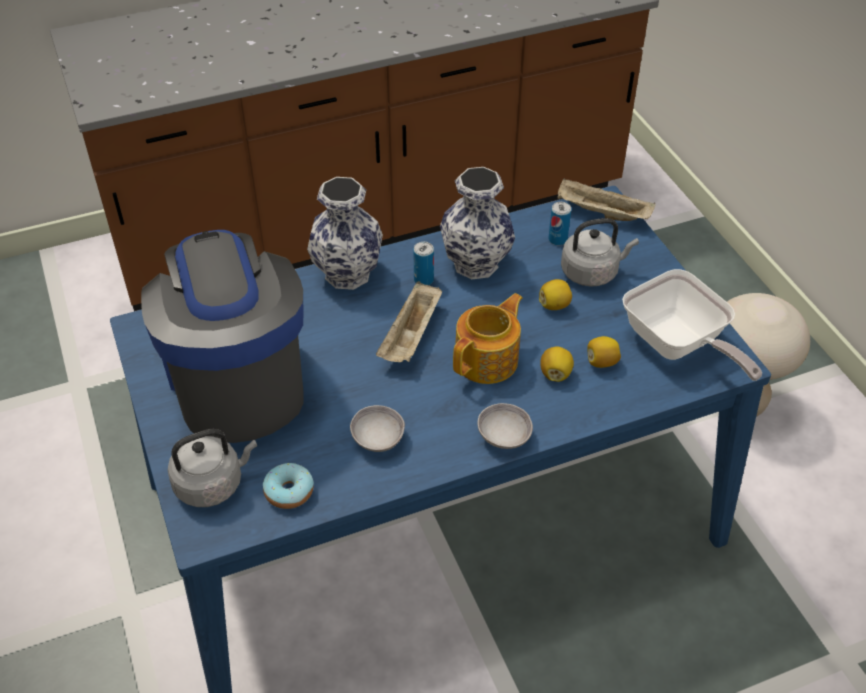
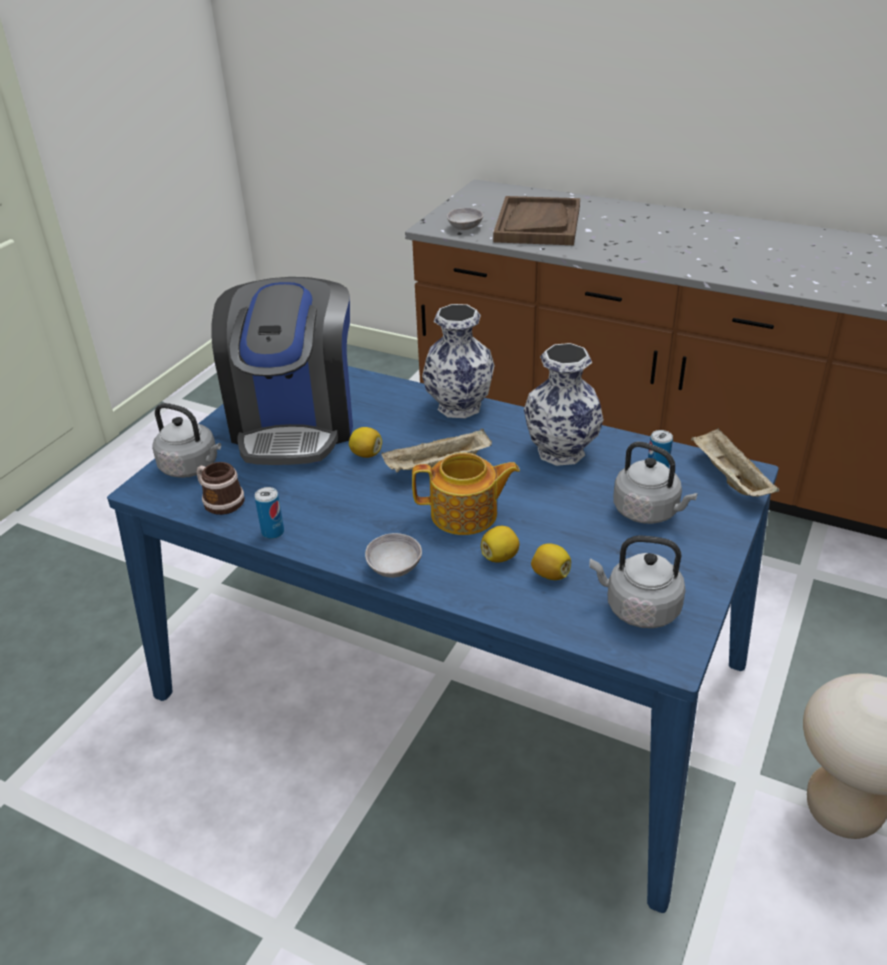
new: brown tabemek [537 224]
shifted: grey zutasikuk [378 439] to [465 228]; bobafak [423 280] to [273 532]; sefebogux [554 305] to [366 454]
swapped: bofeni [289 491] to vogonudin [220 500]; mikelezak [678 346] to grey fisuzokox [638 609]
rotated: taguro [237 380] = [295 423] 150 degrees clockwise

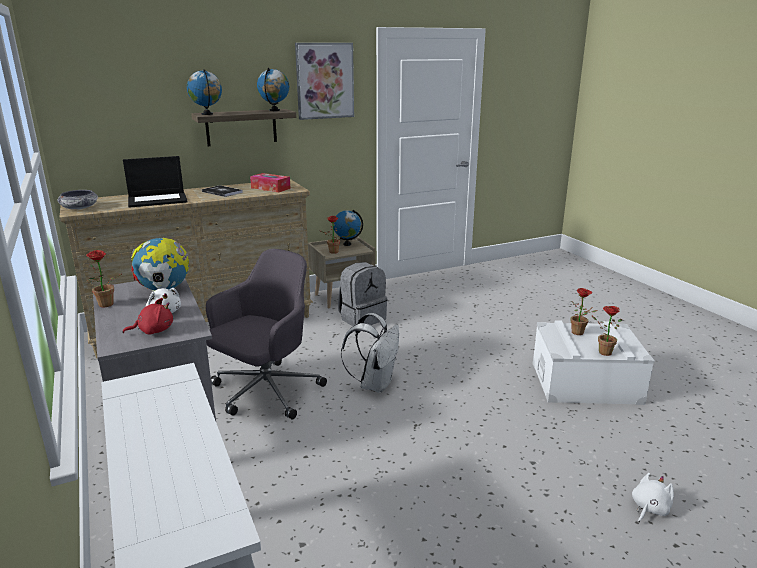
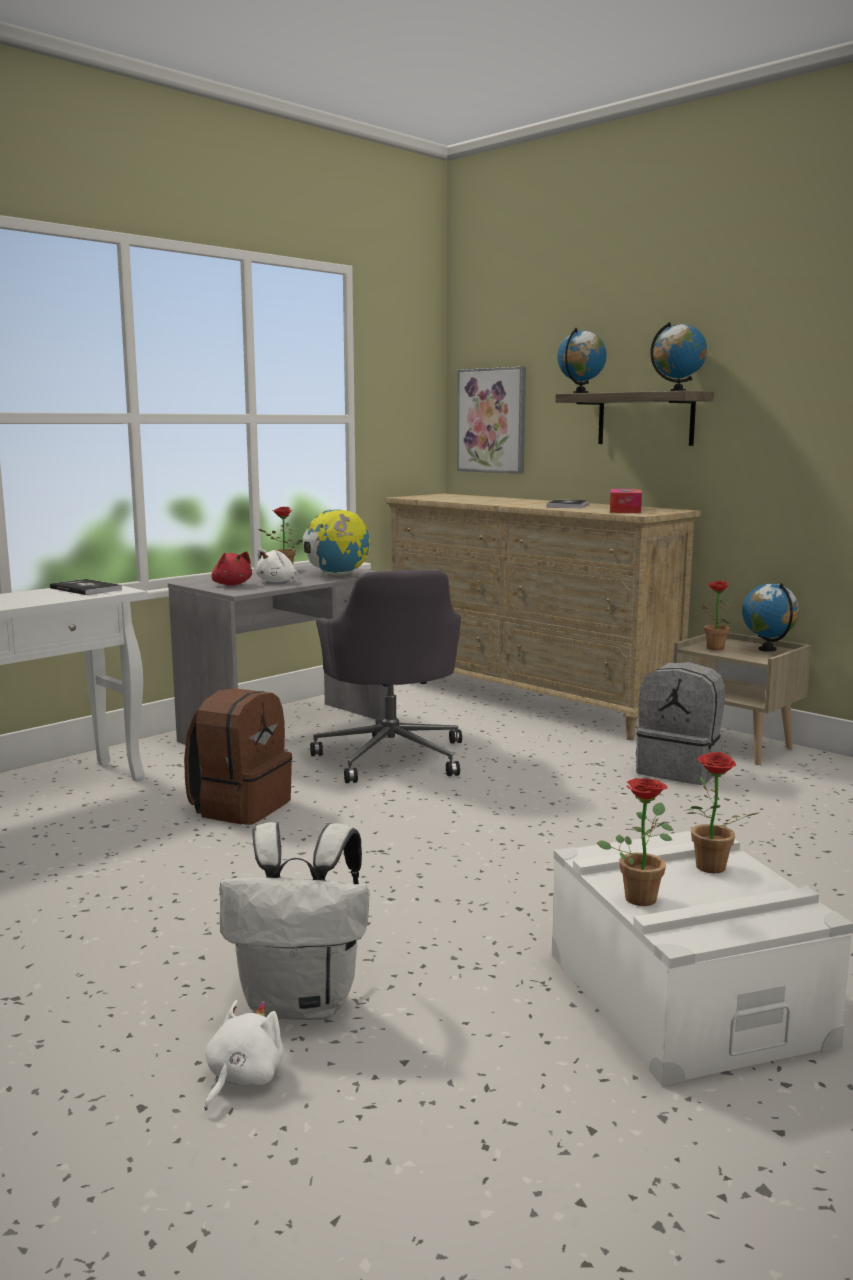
gone: zutasikuk [79 208]; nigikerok [158 200]
new: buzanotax [85 589]; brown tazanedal [240 807]
shifted: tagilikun [324 81] to [492 420]; white tazanedal [375 384] to [302 1002]
rotated: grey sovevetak [265 392] = [392 757] 60 degrees clockwise; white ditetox [649 508] = [242 1078] 90 degrees counterclockwise

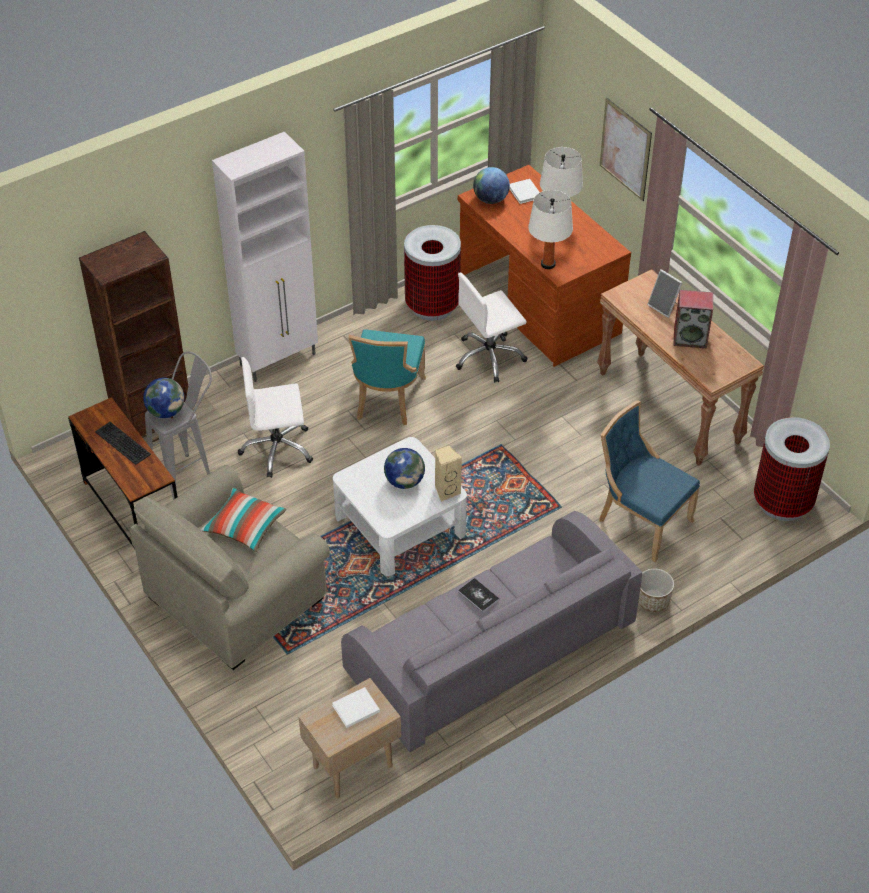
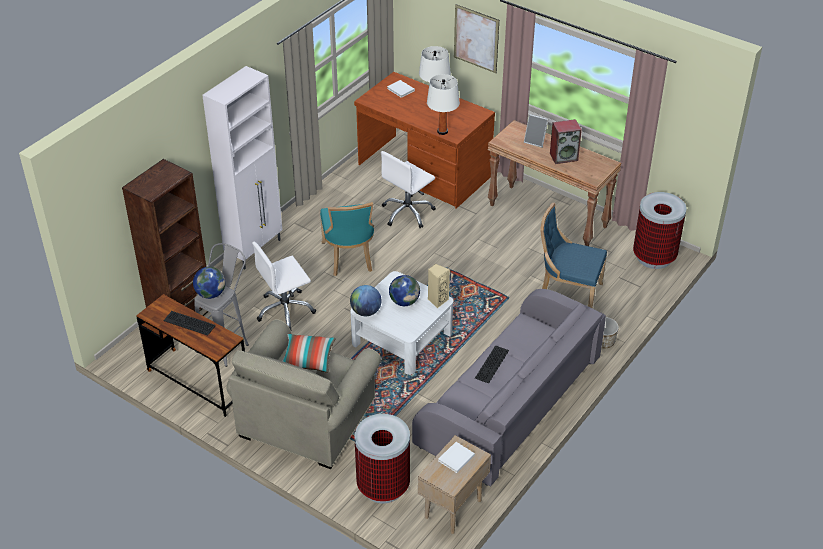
shifted: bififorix [432 305] to [383 486]; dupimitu [490 199] to [366 312]
swapped: buzanotax [478 595] to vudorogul [492 365]

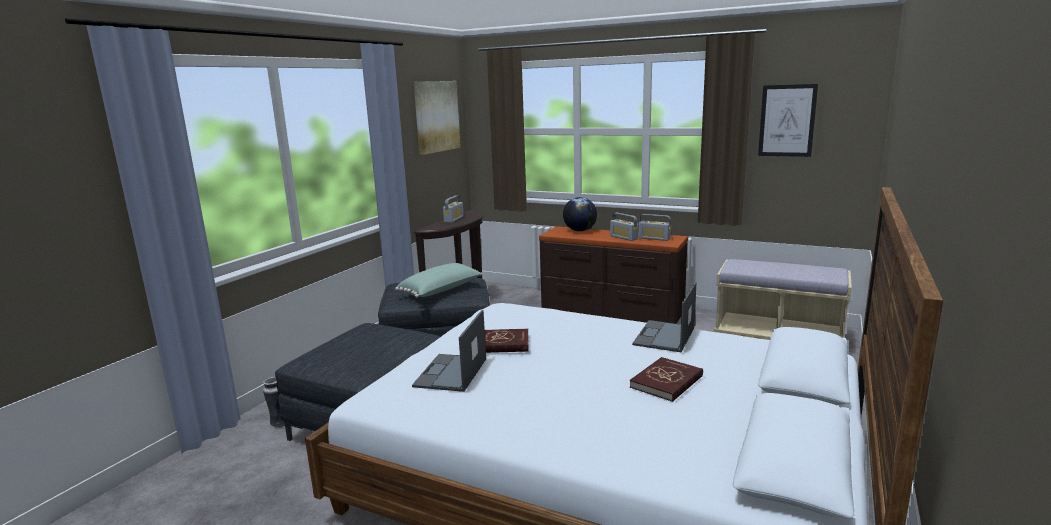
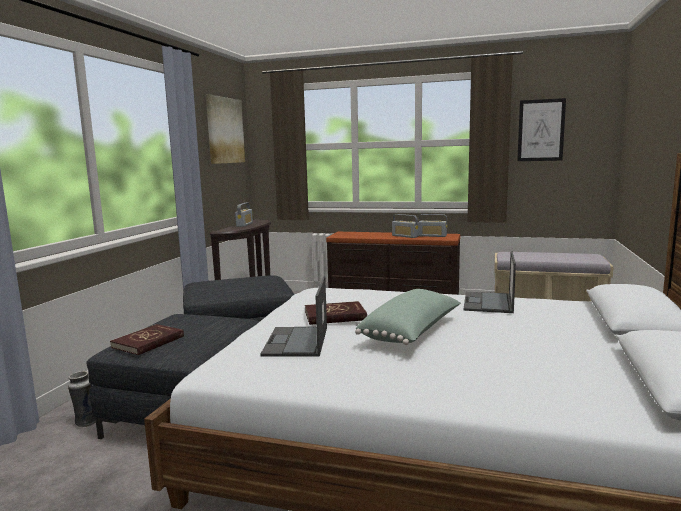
gone: dupimitu [579 230]
shifted: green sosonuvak [441 291] to [413 332]; red buzanotax [667 382] to [148 342]

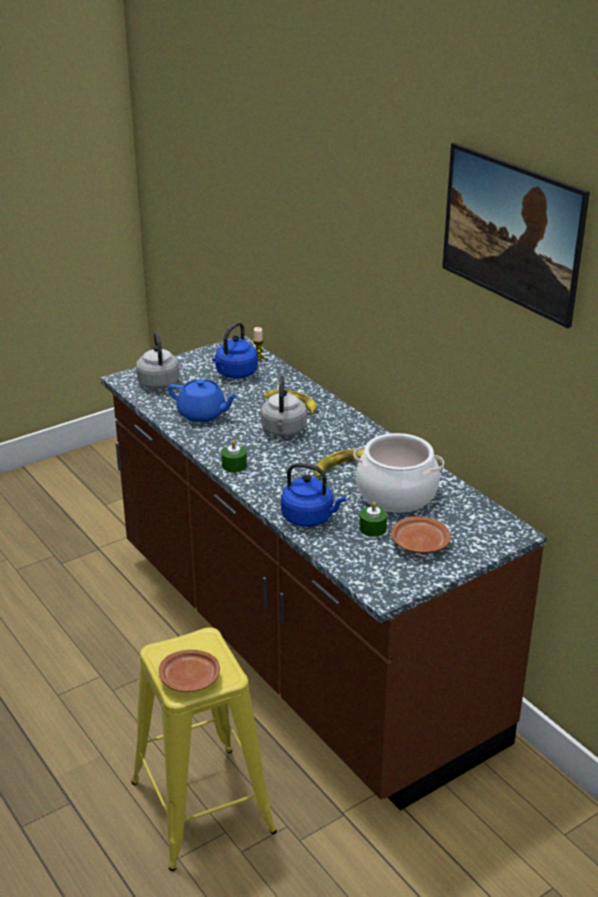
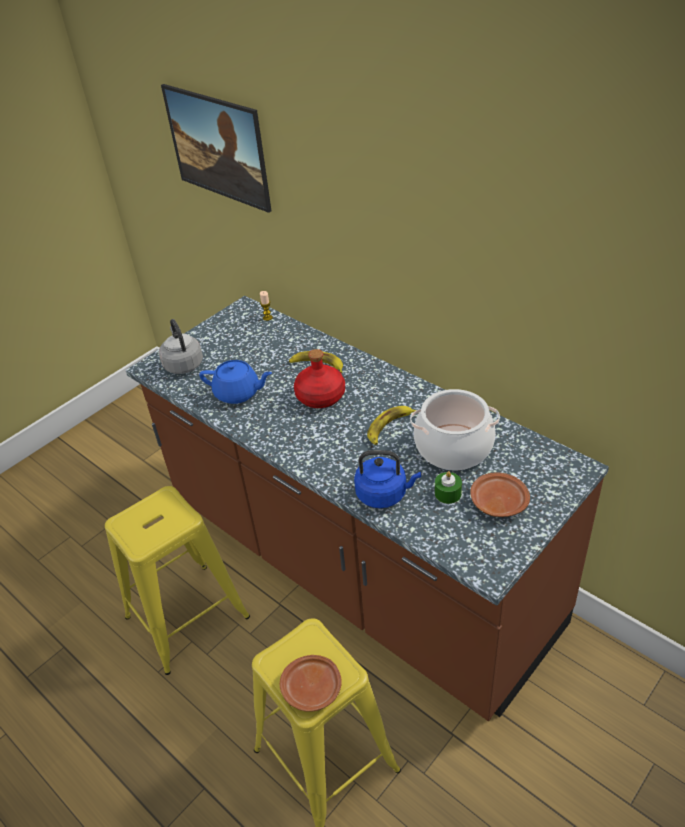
gone: blue fisuzokox [235 374]; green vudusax [234 465]
new: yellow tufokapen [187 617]
shifted: tagilikun [508 264] to [221 171]
swapped: grey fisuzokox [283 431] to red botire [321 396]

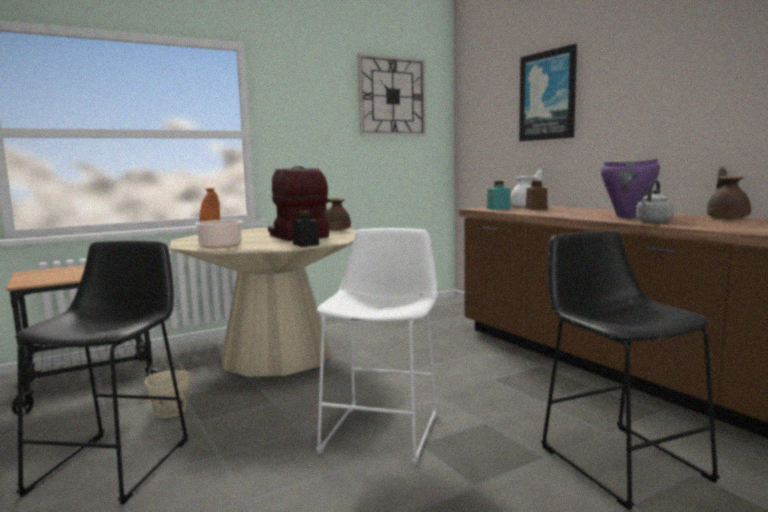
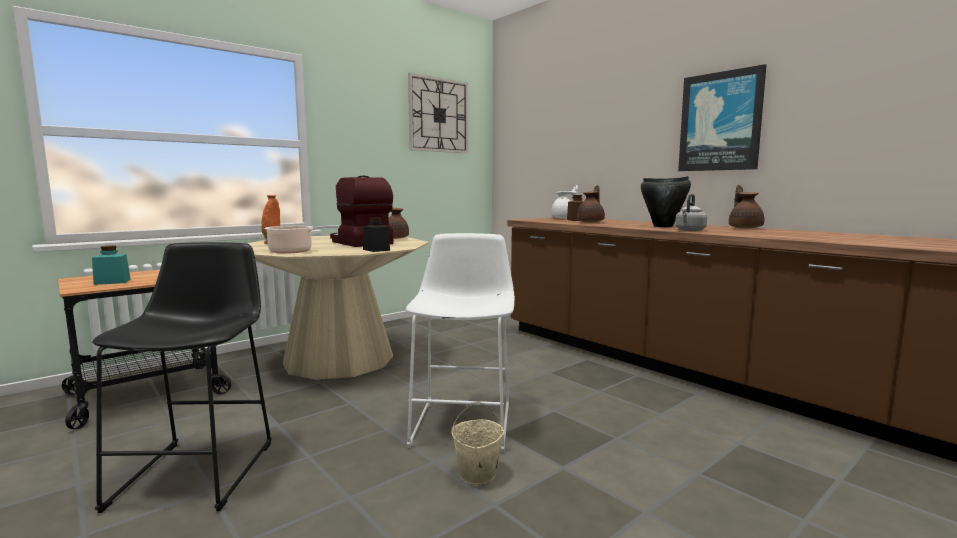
gone: black tufokapen [618 459]
new: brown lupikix [591 222]
shifted: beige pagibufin [170 412] to [477 474]; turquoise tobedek [498 208] to [112 282]; tagilikun [548 95] to [720 122]
repainted: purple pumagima [628 217] to black pumagima [663 226]

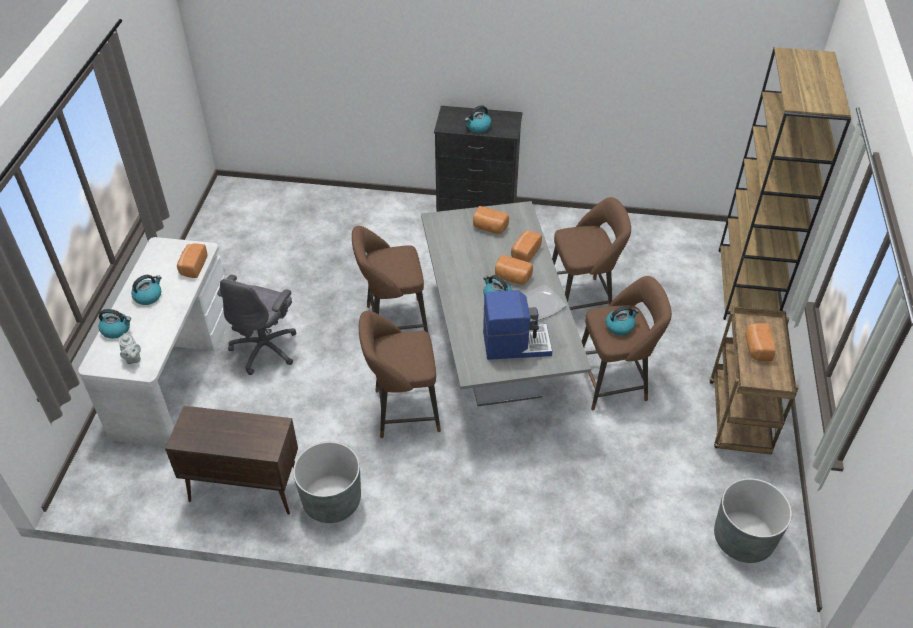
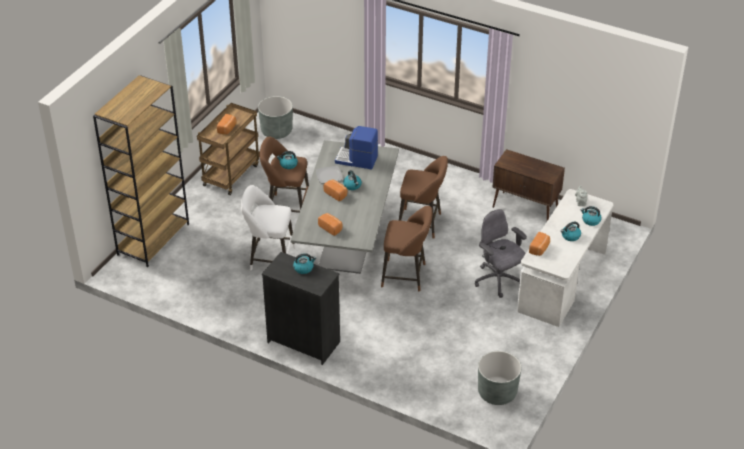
gone: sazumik [524 253]
shifted: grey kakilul [332 501] to [497 392]
repainted: brown tufokapen [582 300] to white tufokapen [269 258]
rotated: grey sovevetak [265 348] = [498 281] 75 degrees counterclockwise

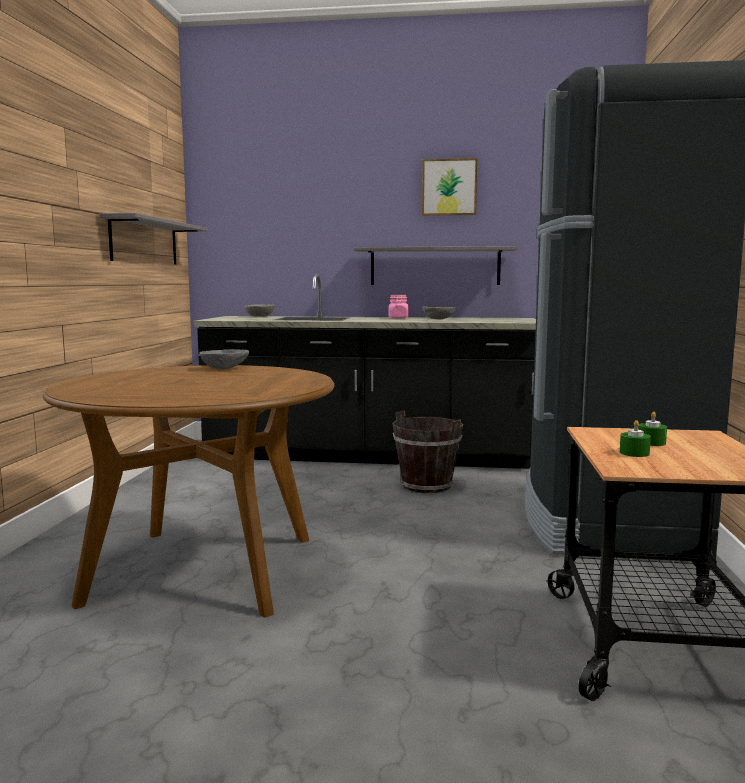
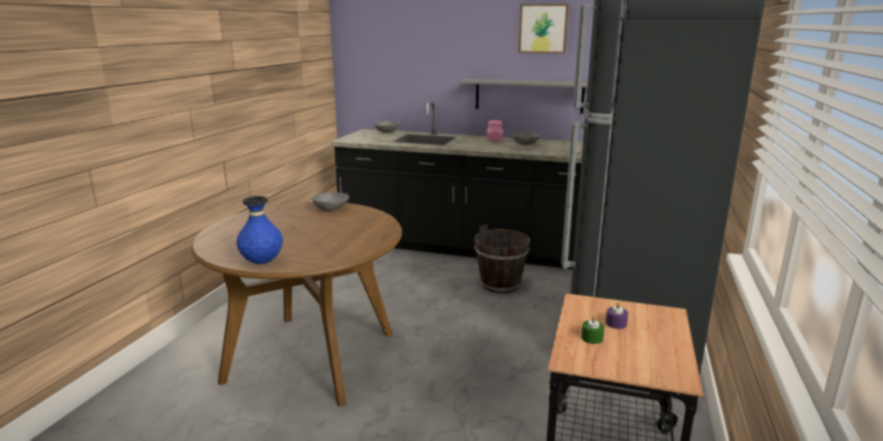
gone: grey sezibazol [145 242]
new: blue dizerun [262 262]
repainted: green vudusax [651 442] to purple vudusax [616 323]

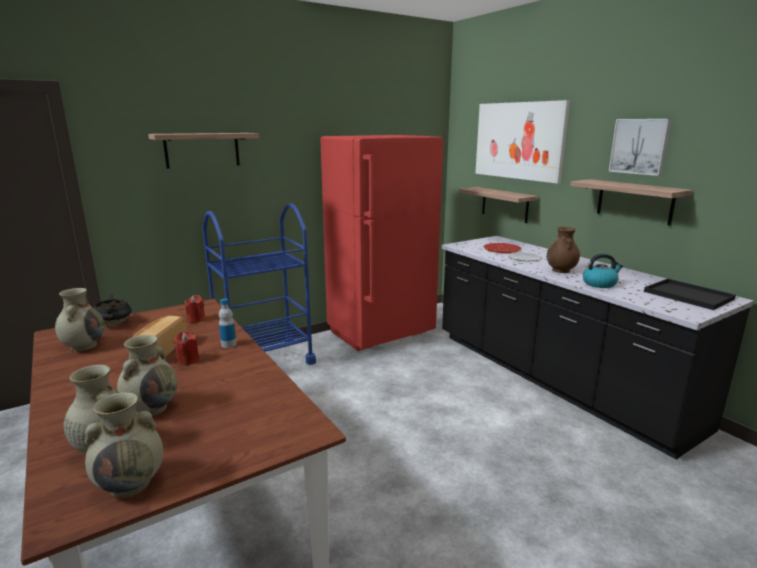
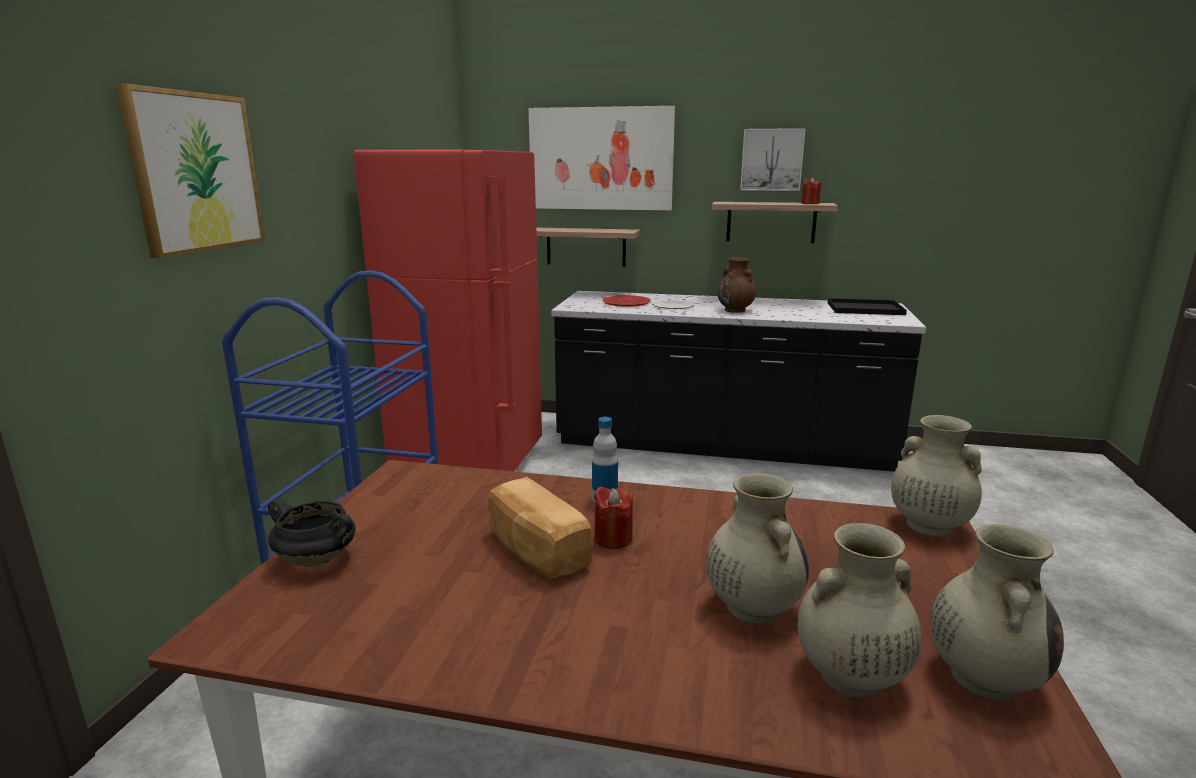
gone: fisuzokox [599 284]
shifted: beige dizerun [84 346] to [928 525]; red vudusax [196 319] to [810 203]
swapped: sezibazol [202 150] to tagilikun [196 172]

